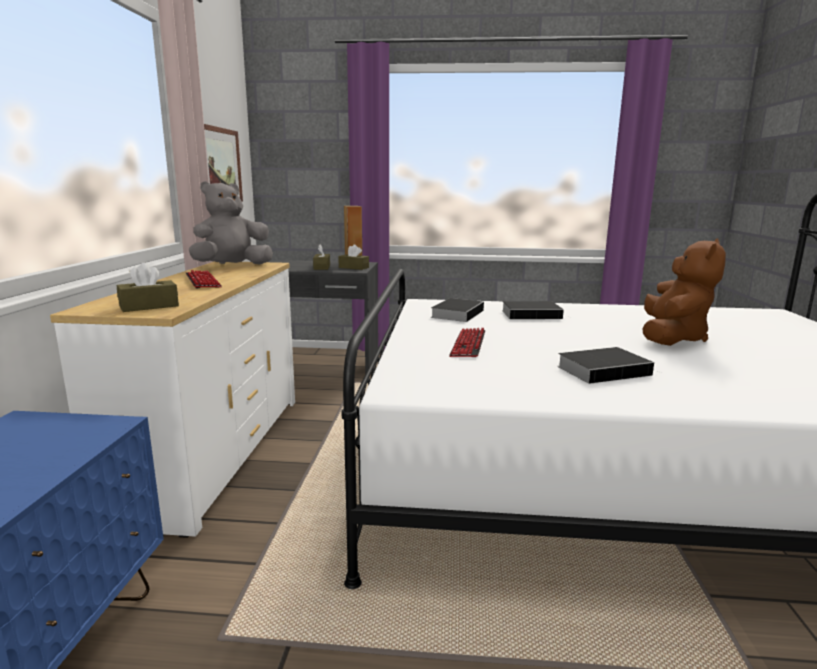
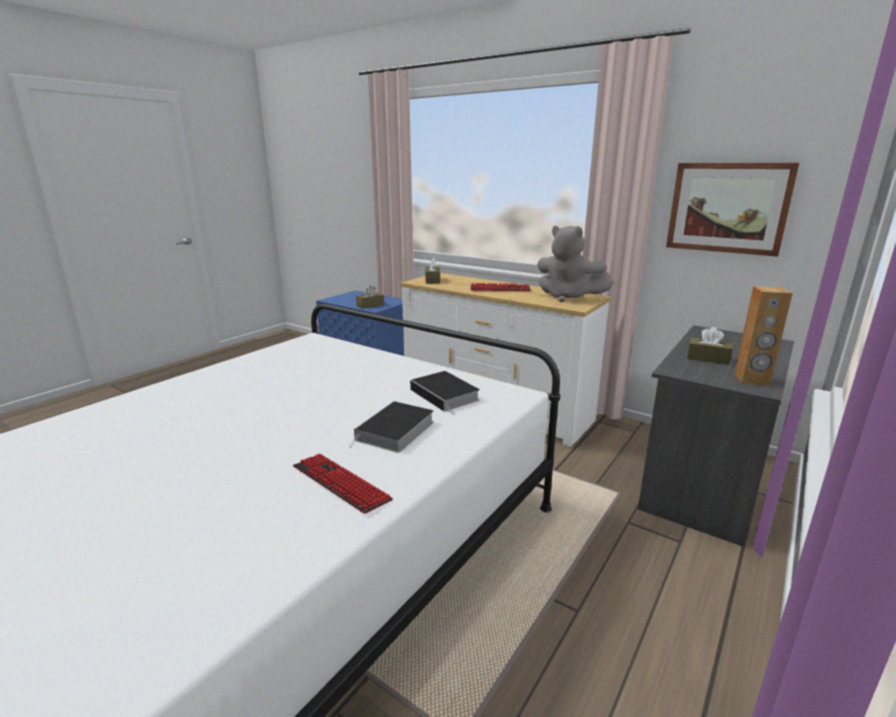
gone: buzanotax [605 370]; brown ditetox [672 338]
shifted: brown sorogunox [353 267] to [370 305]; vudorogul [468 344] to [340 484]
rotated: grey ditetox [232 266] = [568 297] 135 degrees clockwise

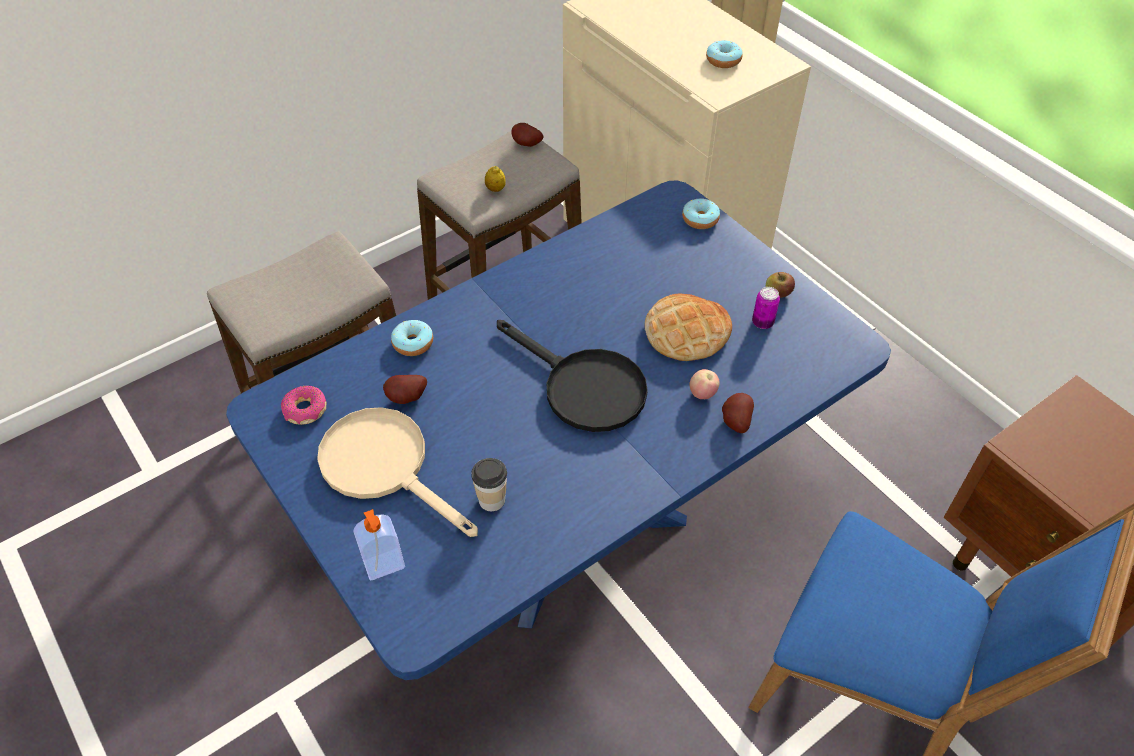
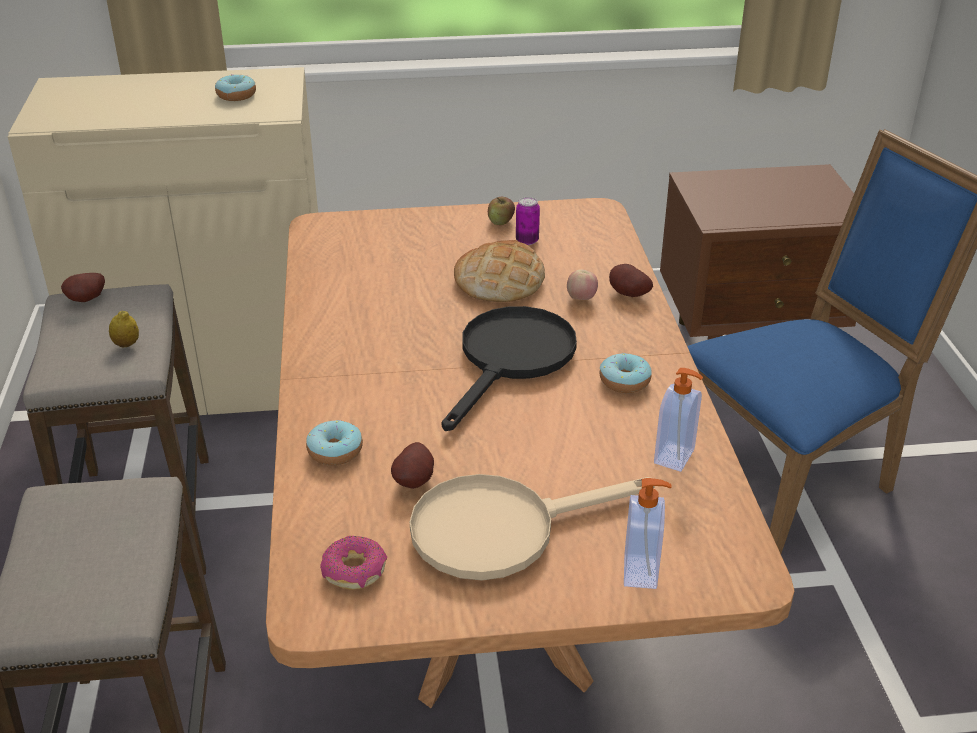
gone: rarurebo [492 500]
new: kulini [675 457]
shifted: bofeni [700 219] to [624 381]
repainted: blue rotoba [567 526] to brown rotoba [490 598]
rotated: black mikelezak [583 387] = [511 360] 45 degrees counterclockwise

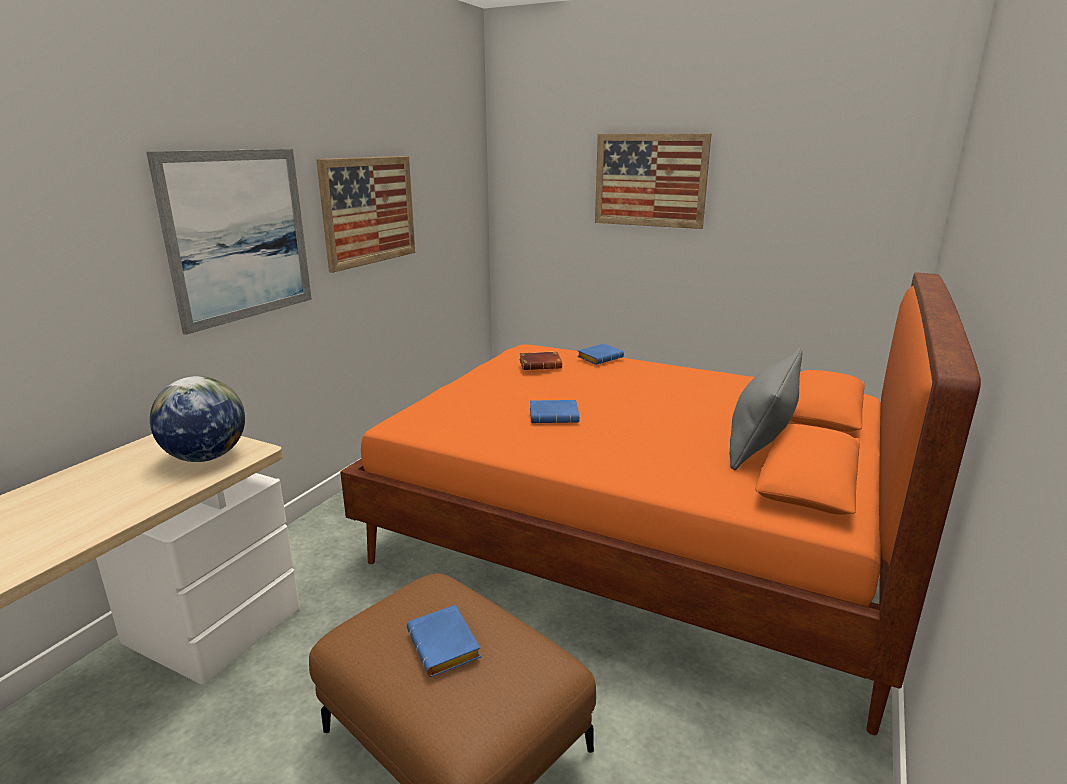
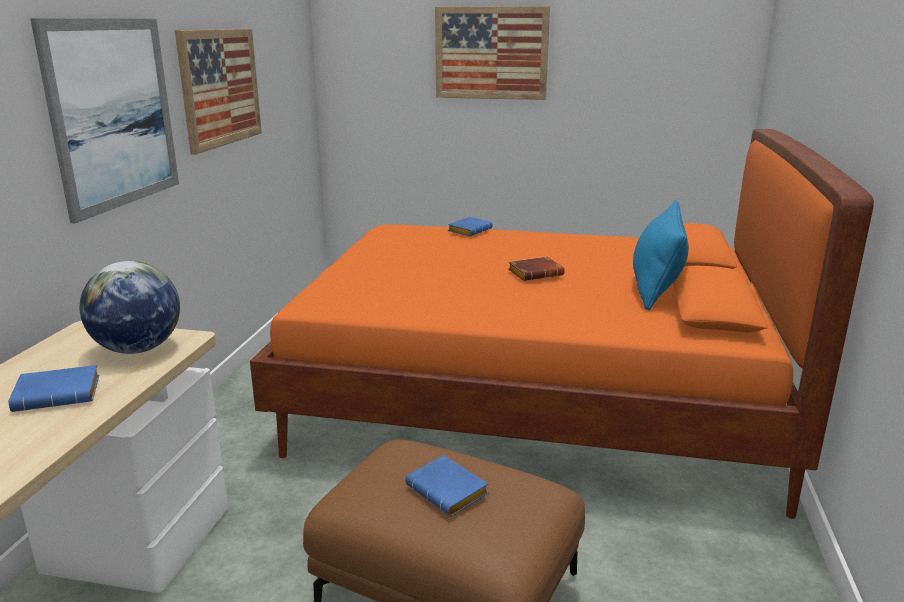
shifted: brown buzanotax [541 365] to [536 273]; blue buzanotax [555 416] to [60 394]
repainted: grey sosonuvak [761 440] to blue sosonuvak [656 285]

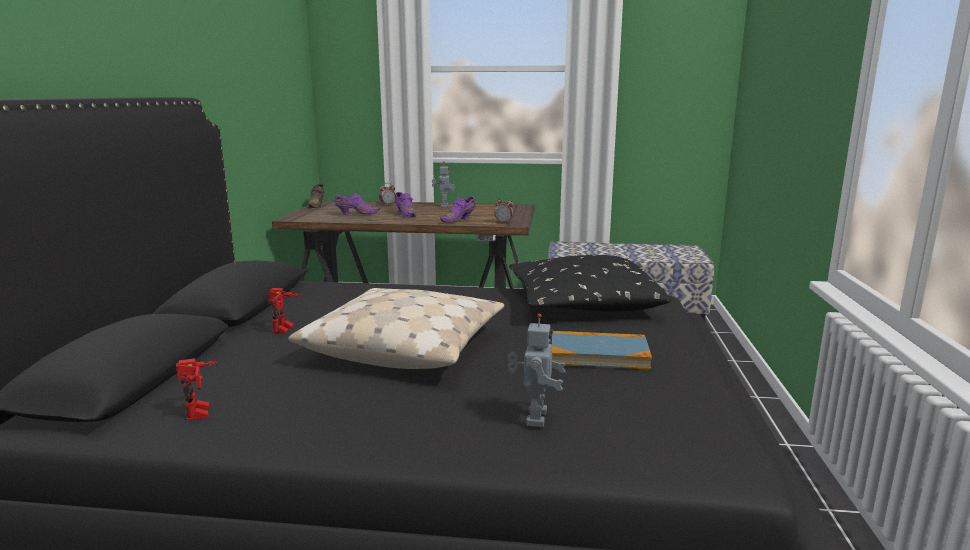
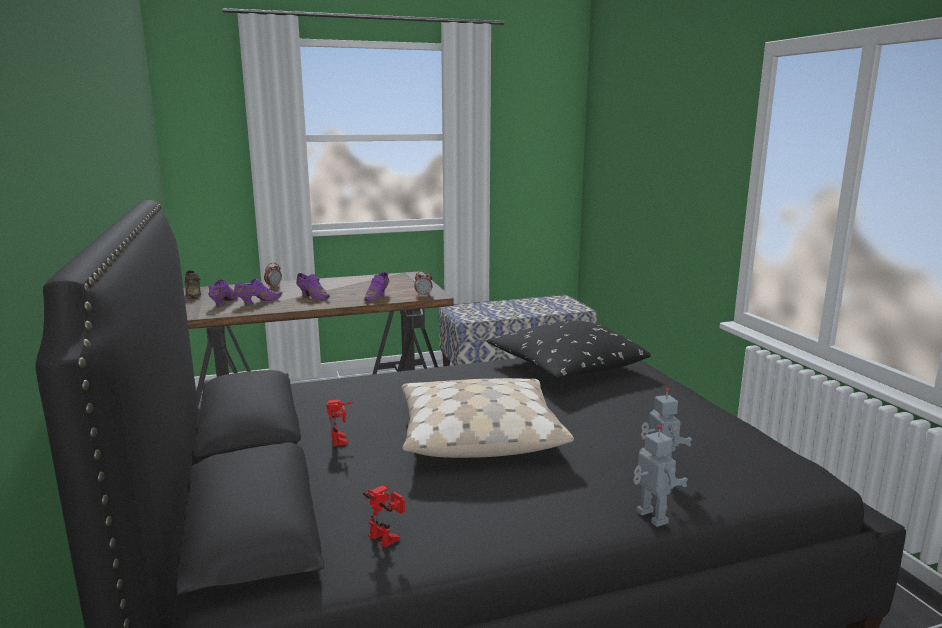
gone: buzanotax [598 354]
new: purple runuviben [224 302]
shifted: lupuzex [443 206] to [650 517]

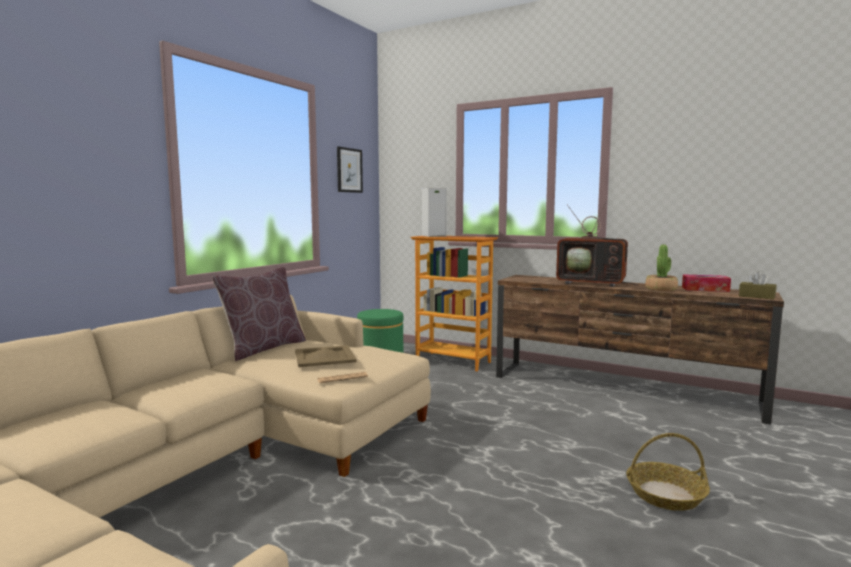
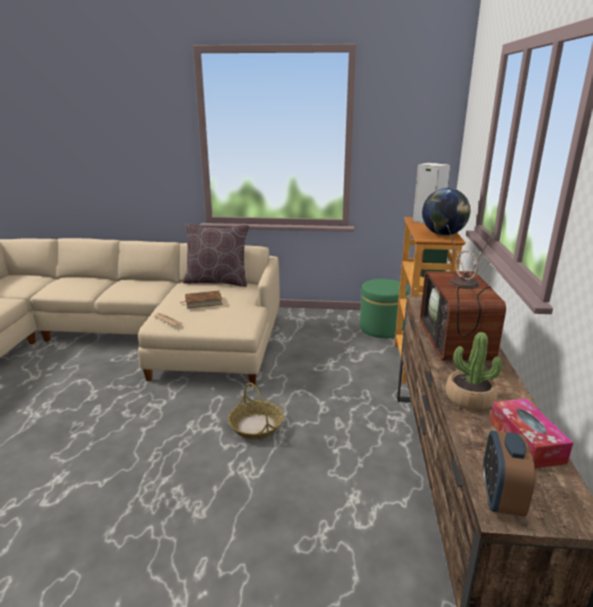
gone: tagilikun [349 170]
new: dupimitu [443 234]
shifted: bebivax [665 495] to [256 426]
swapped: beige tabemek [324 356] to brown buzanotax [203 302]; brown sorogunox [756 296] to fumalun [500 498]

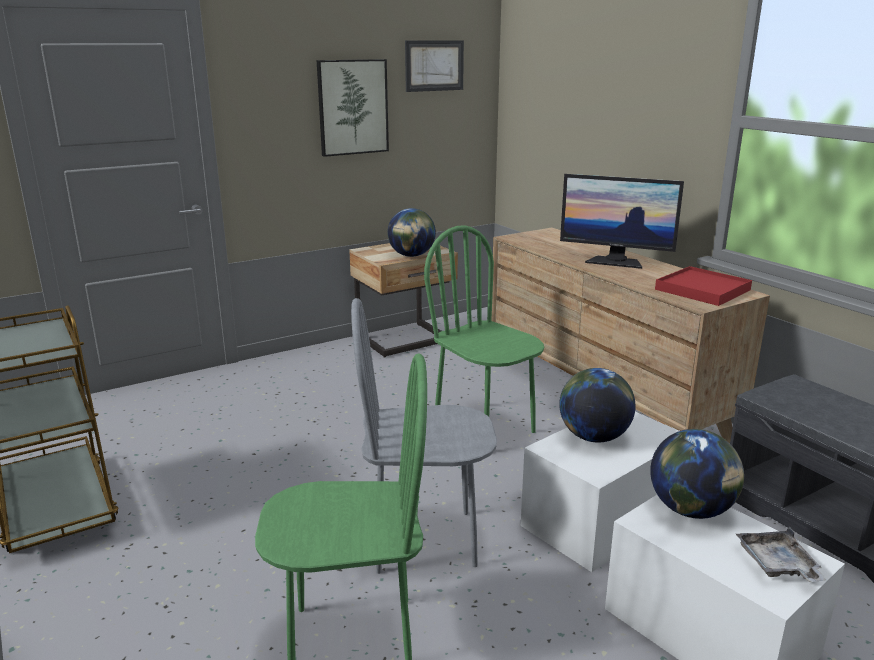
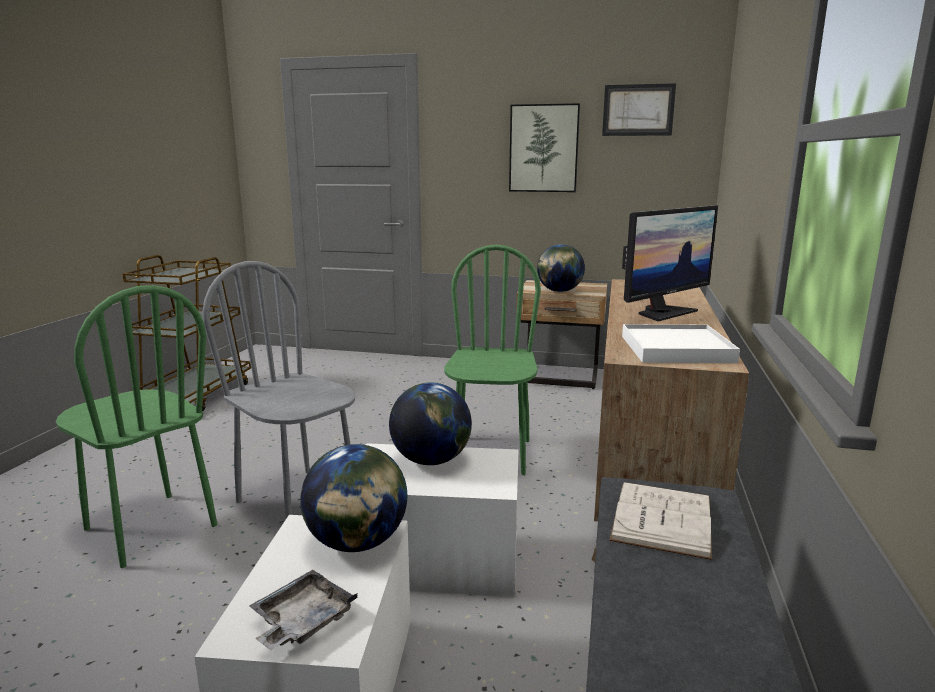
new: white buzanotax [662 518]
repainted: red tabemek [702 290] to white tabemek [675 349]
rotated: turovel [615 261] = [663 313] 105 degrees counterclockwise

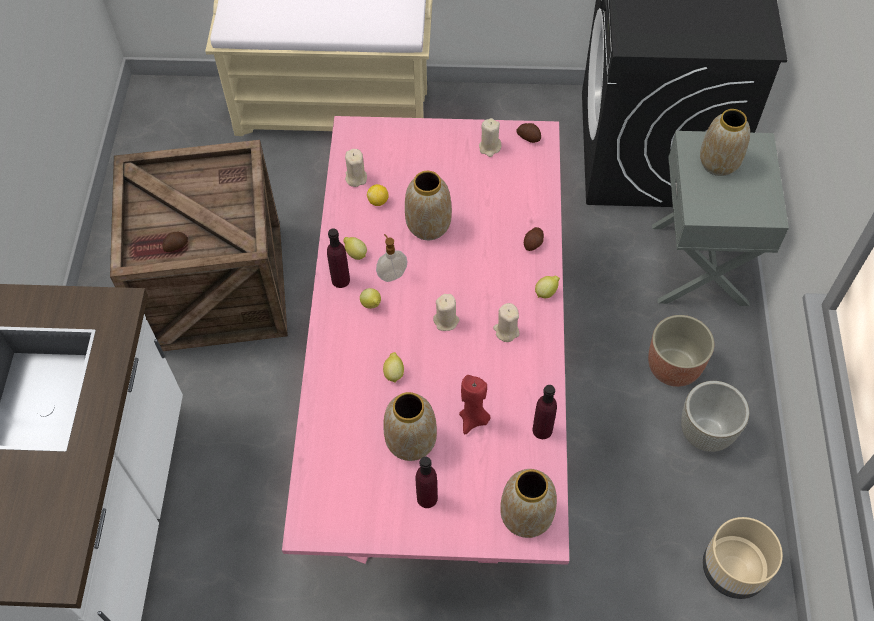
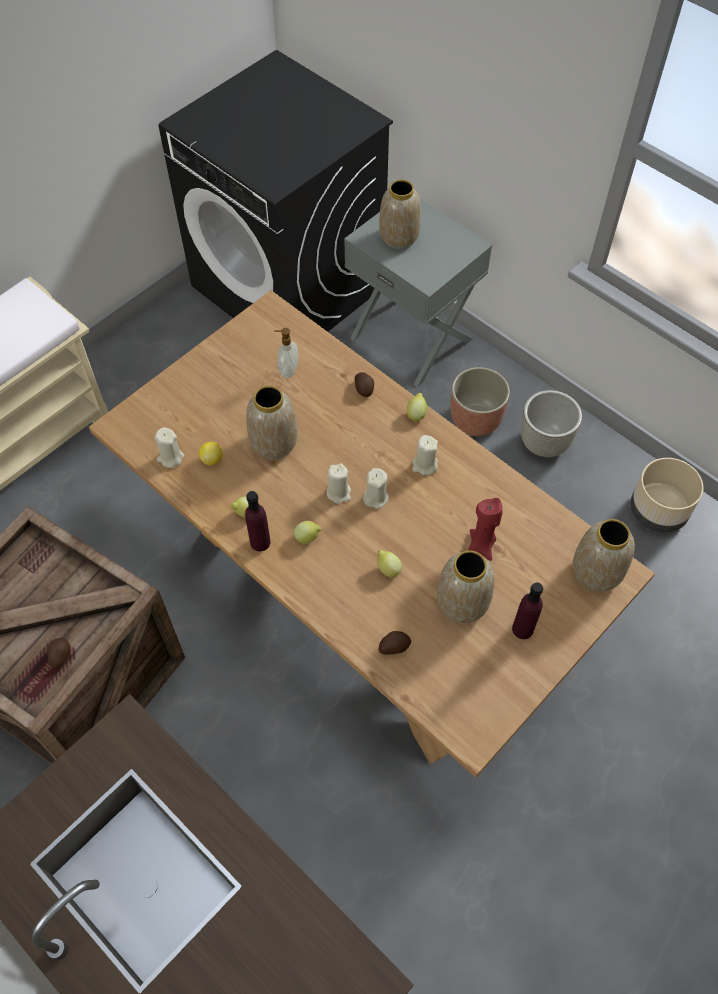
gone: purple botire [542 430]
shifted: kulini [392 275] to [288 370]; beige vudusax [489 147] to [339 492]; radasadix [528 137] to [394 646]
repainted: pink rotoba [436 403] to brown rotoba [357 594]

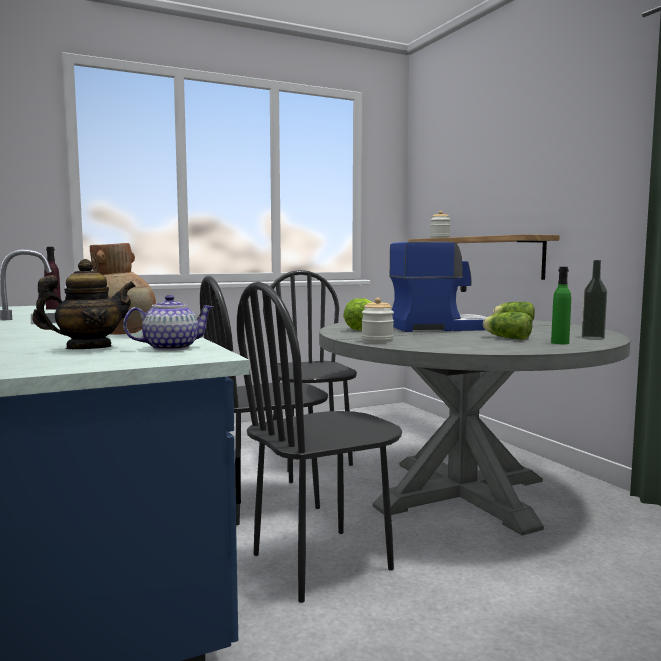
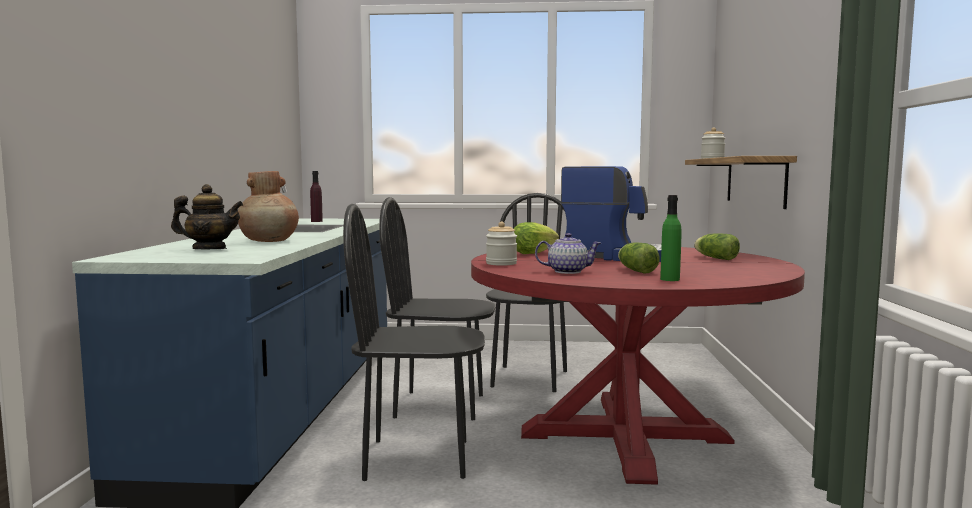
gone: botire [592 338]
shifted: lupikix [170 348] to [567 271]
repainted: grey rotoba [461 493] to red rotoba [624 436]

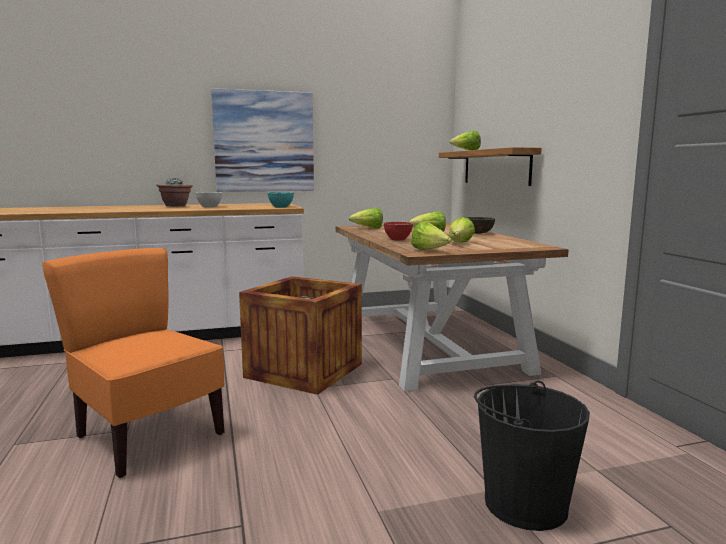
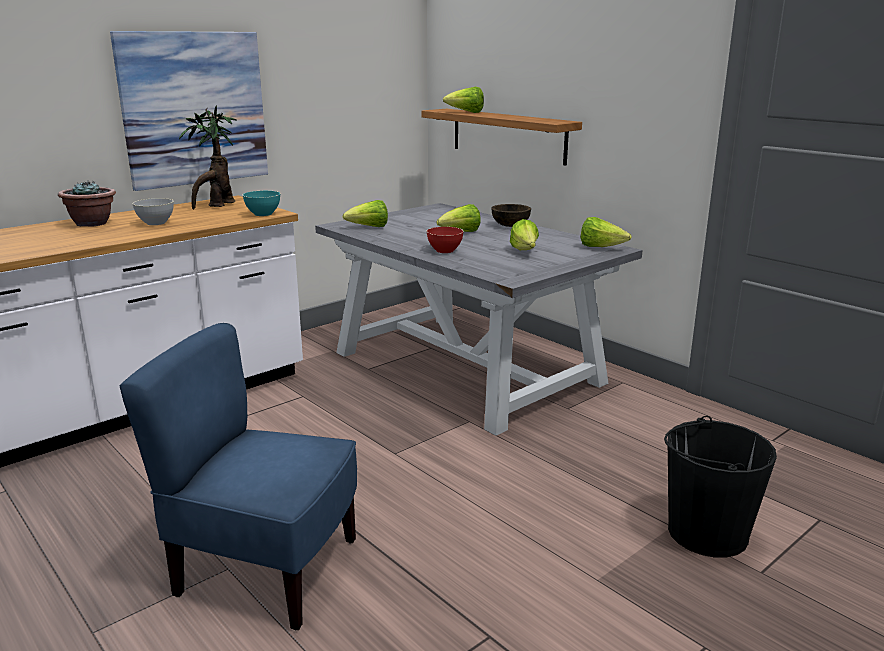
gone: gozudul [304 370]
new: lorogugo [217 206]
shifted: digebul [430 251] to [601 248]
repainted: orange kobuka [147 437] to blue kobuka [266 570]; brown rotoba [427 345] to grey rotoba [464 367]

